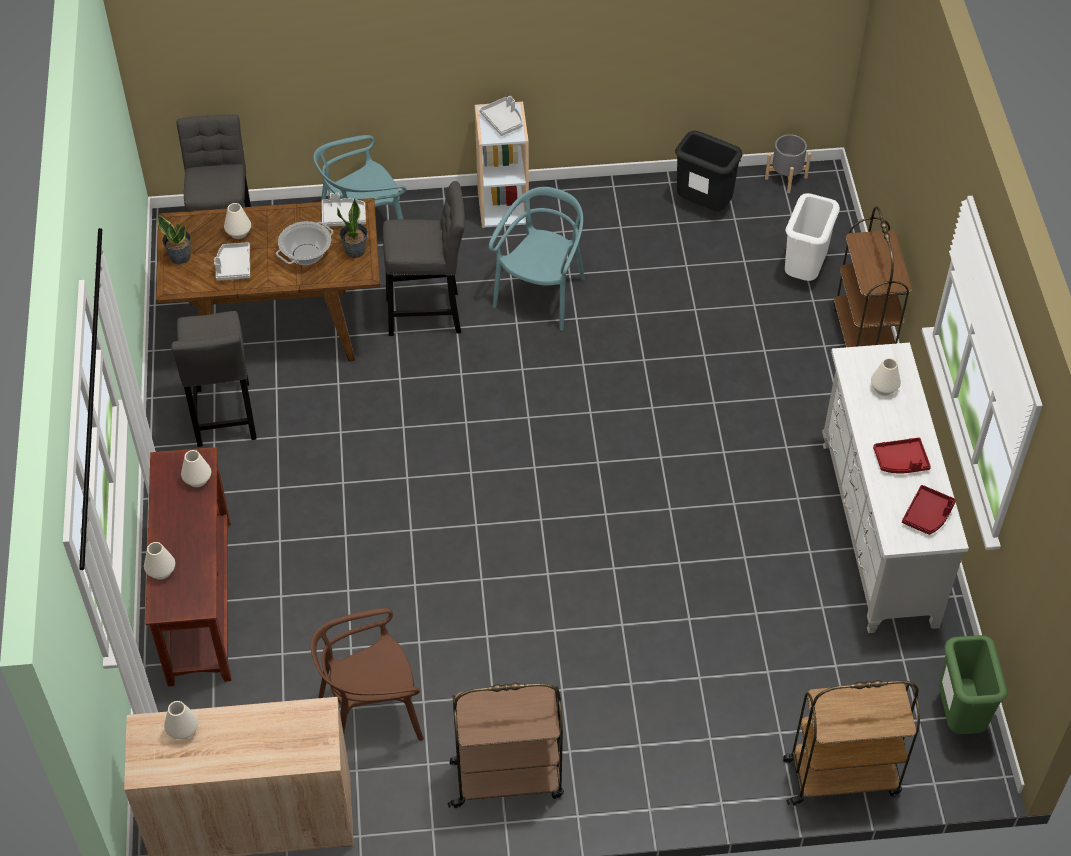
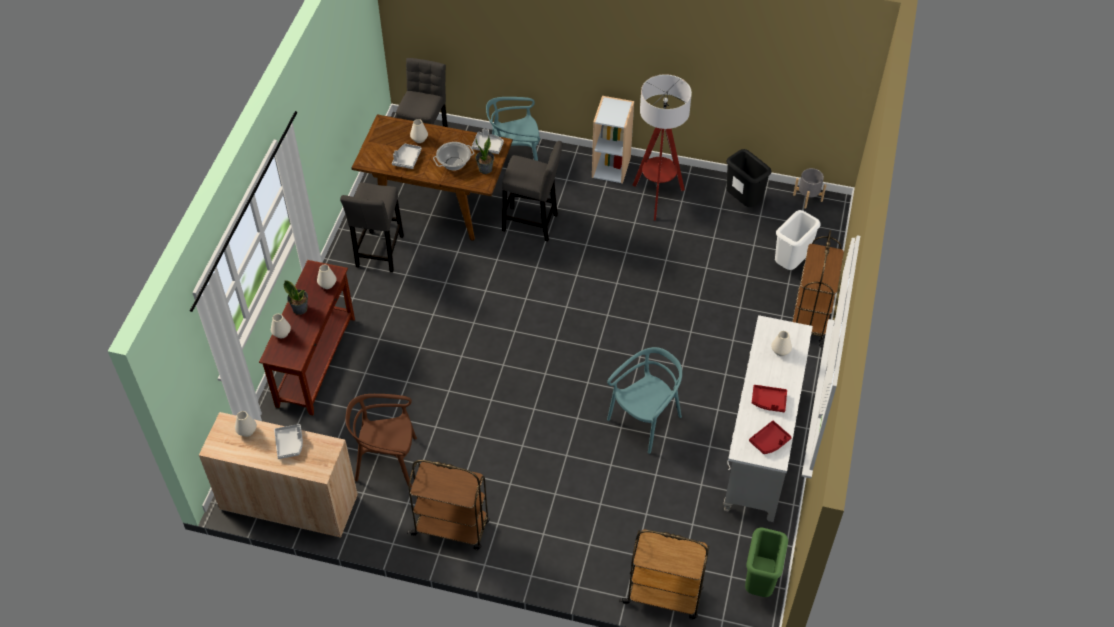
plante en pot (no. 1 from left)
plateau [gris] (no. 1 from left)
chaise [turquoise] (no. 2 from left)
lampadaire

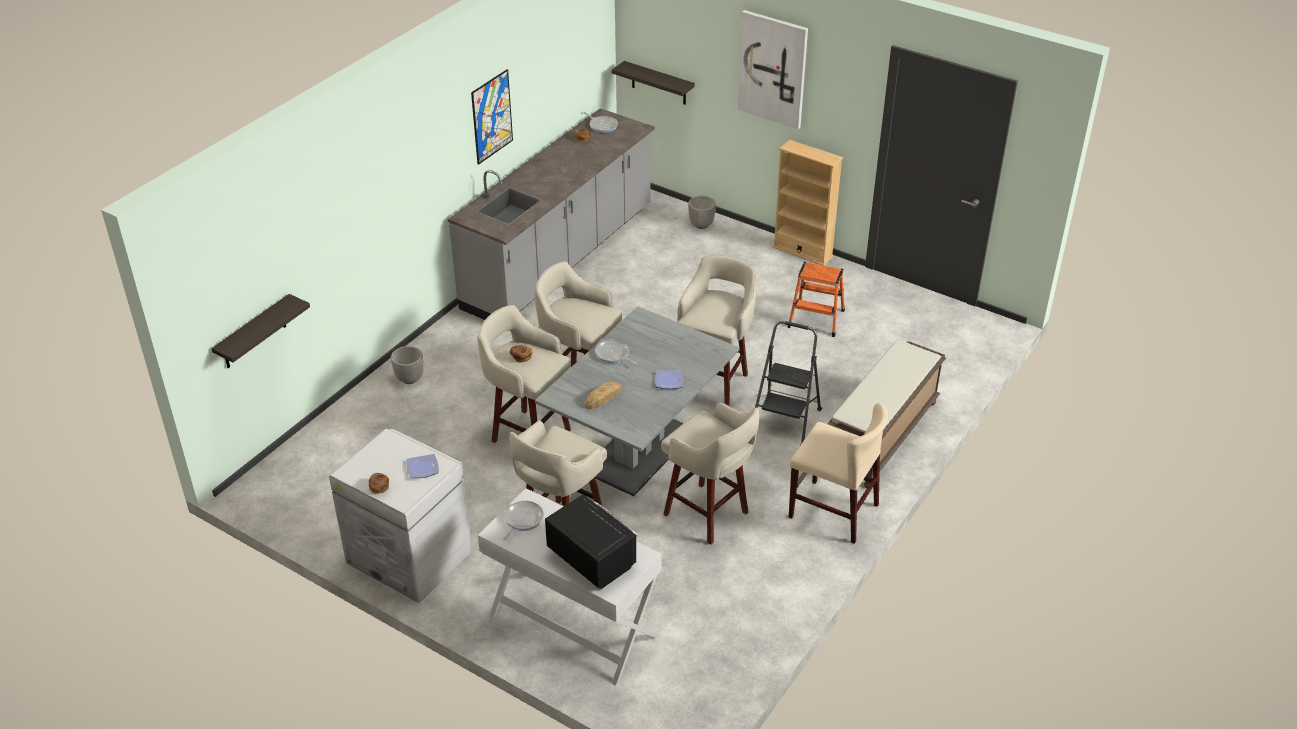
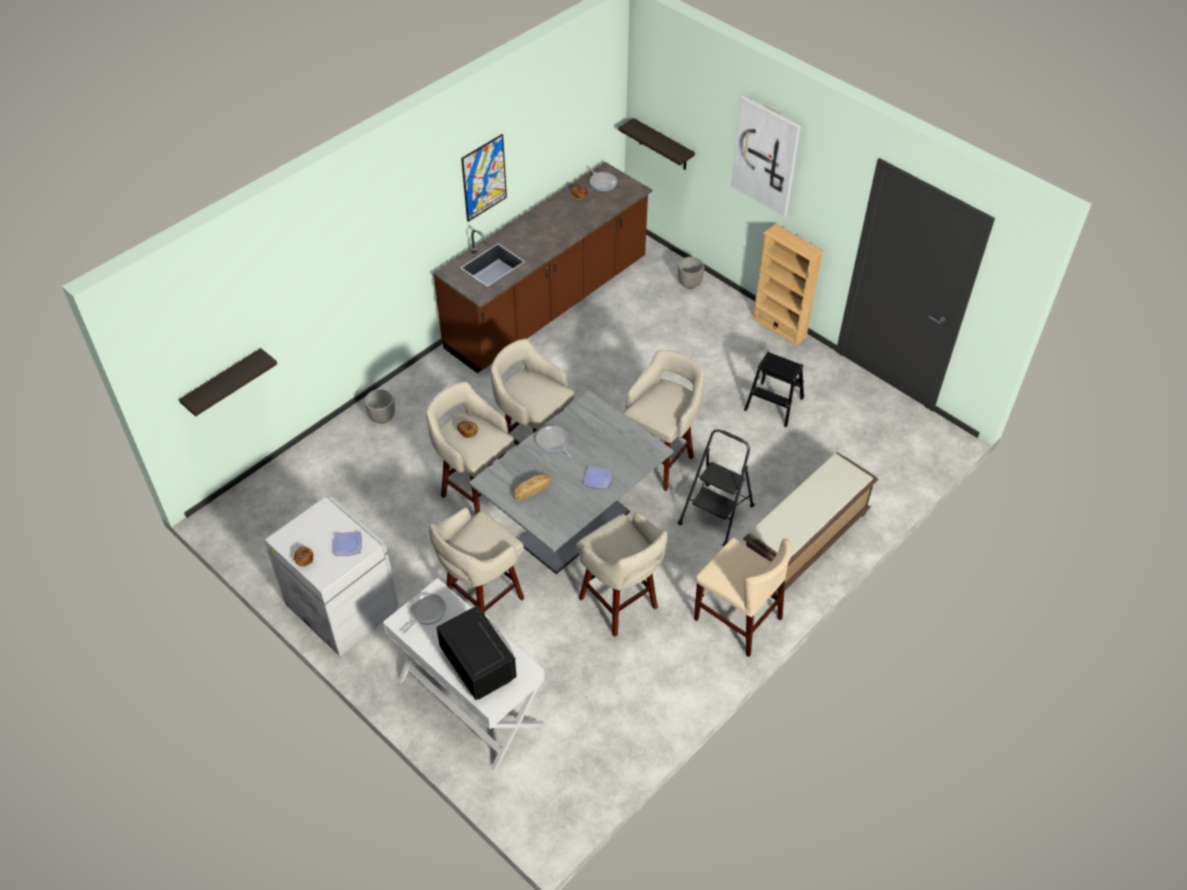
comptoir de cuisine [marron]
escabeau [noir] (no. 2 from left)

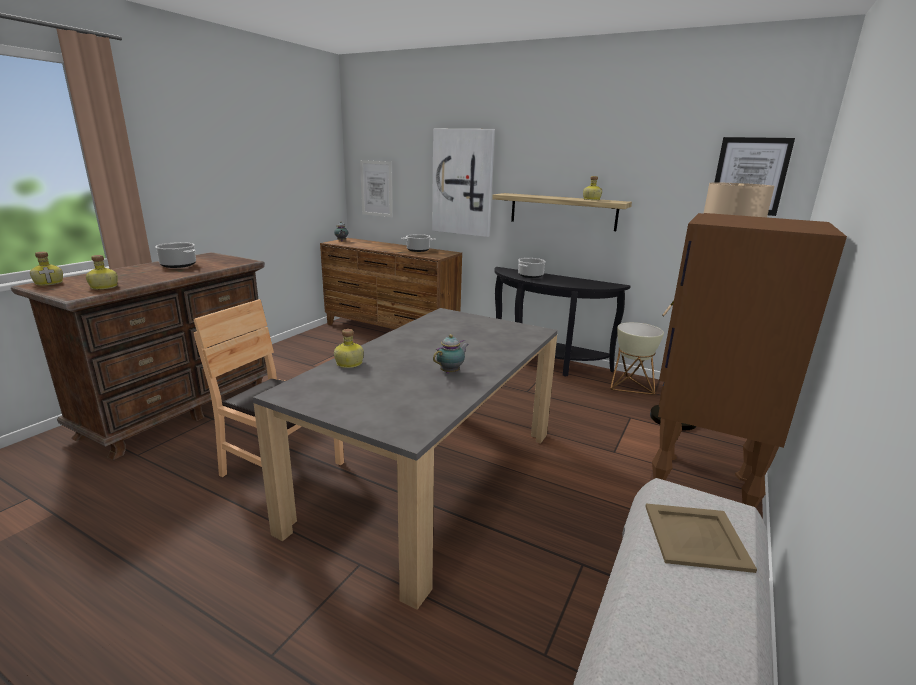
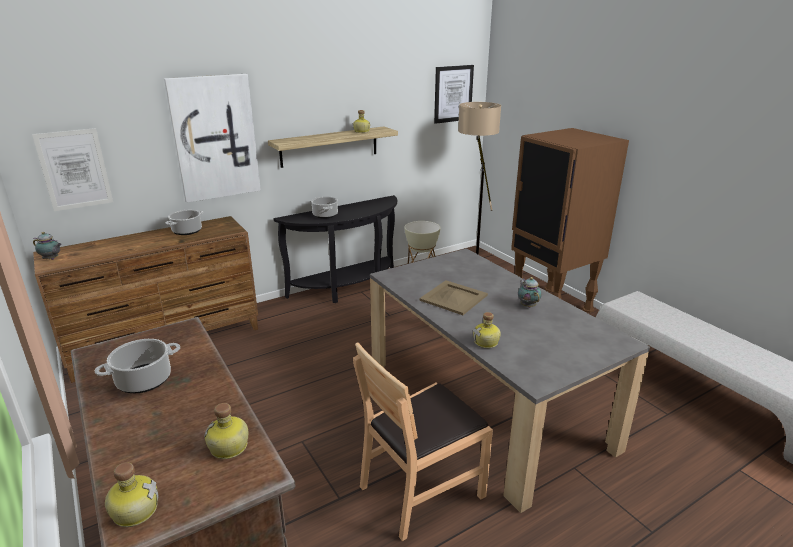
plateau [beige]

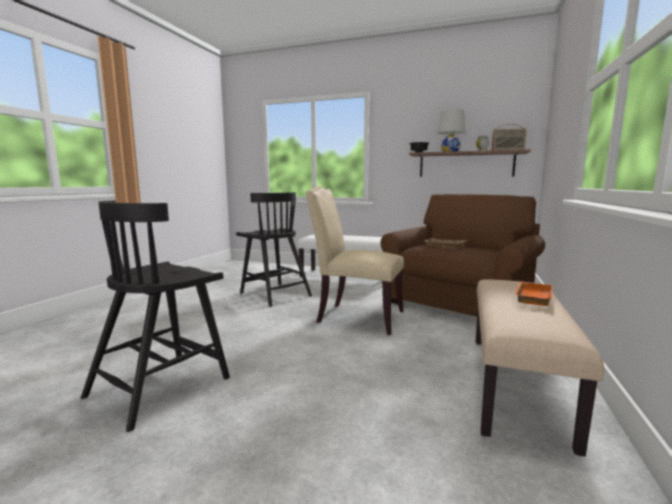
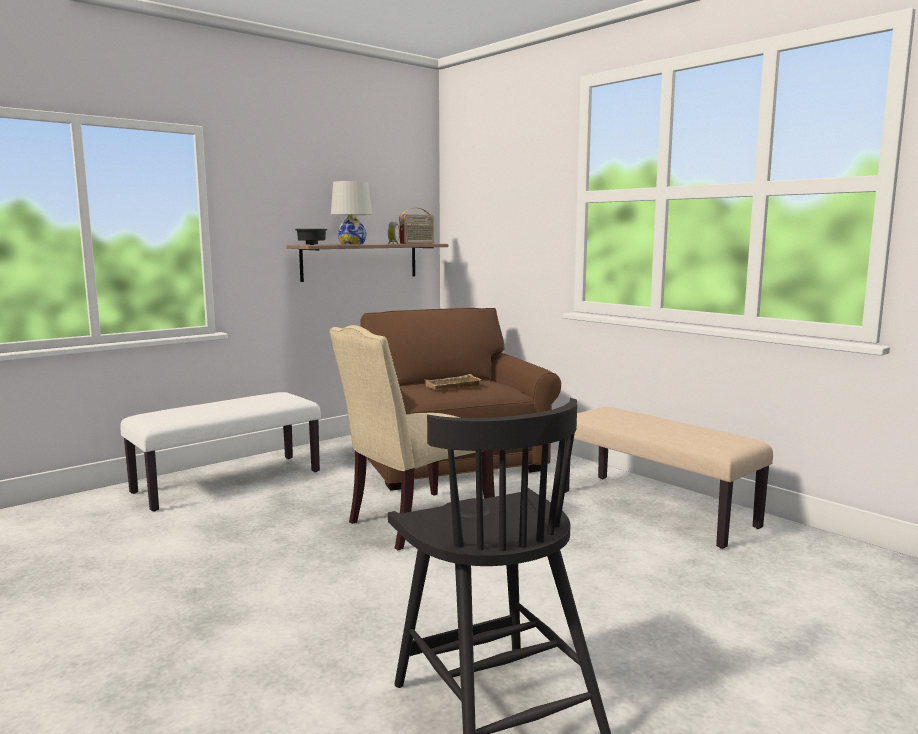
chaise [noir] (no. 2 from left in the first image)
plateau [orange]

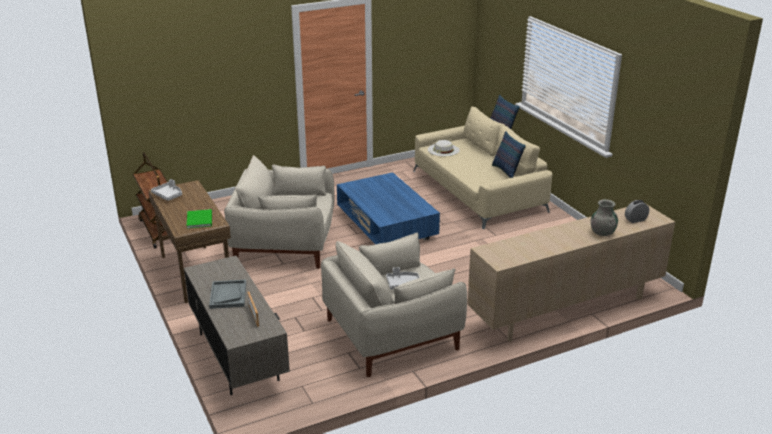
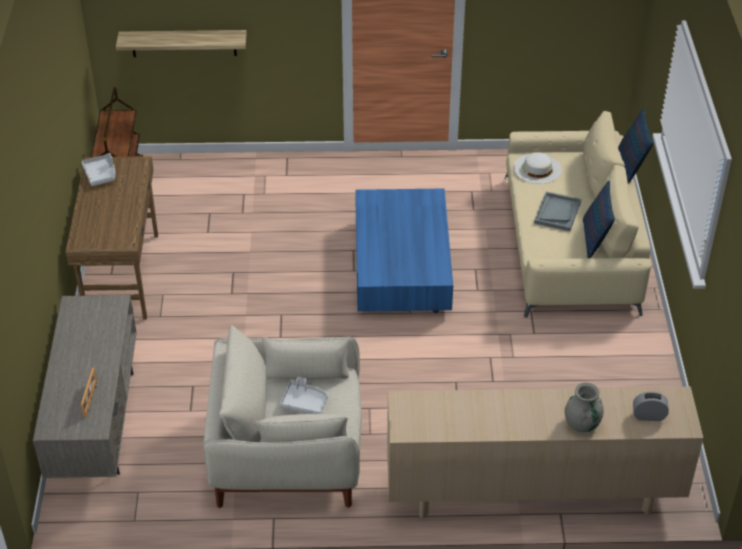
livre [vert]
plateau [gris] (no. 3 from left)
fauteuil [beige] (no. 1 from left in the first image)
étagère

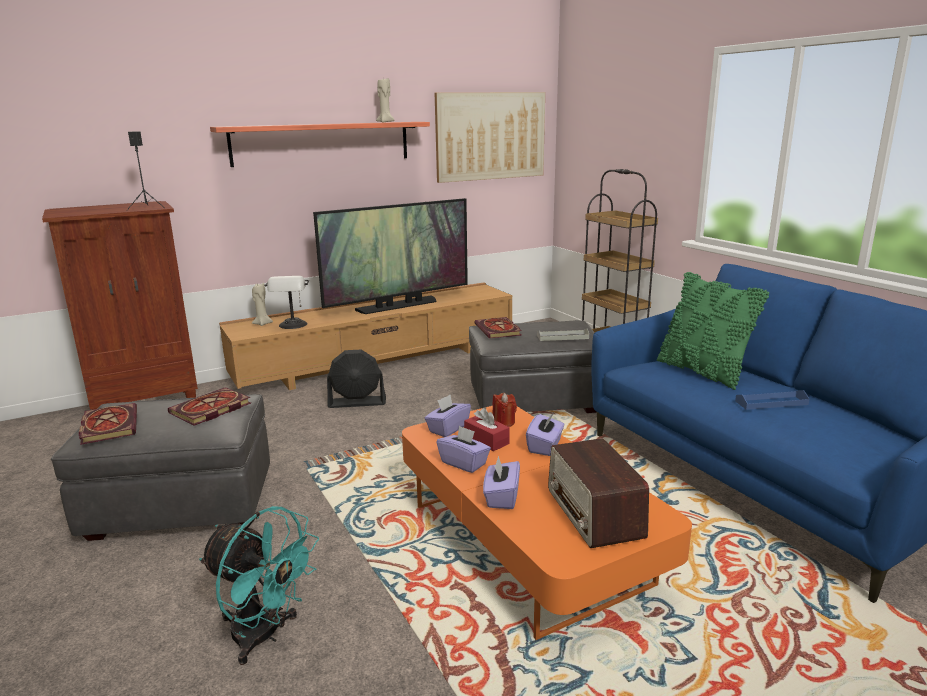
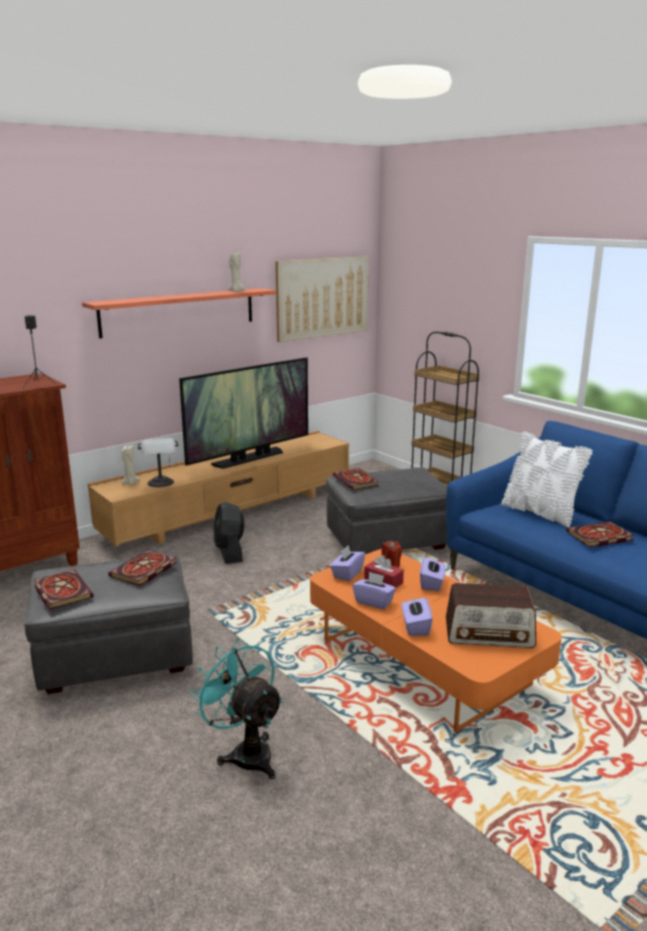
ventilateur [turquoise]
ventilateur [noir]
plateau [gris]
radio
coussin [blanc]
livre (no. 4 from left)

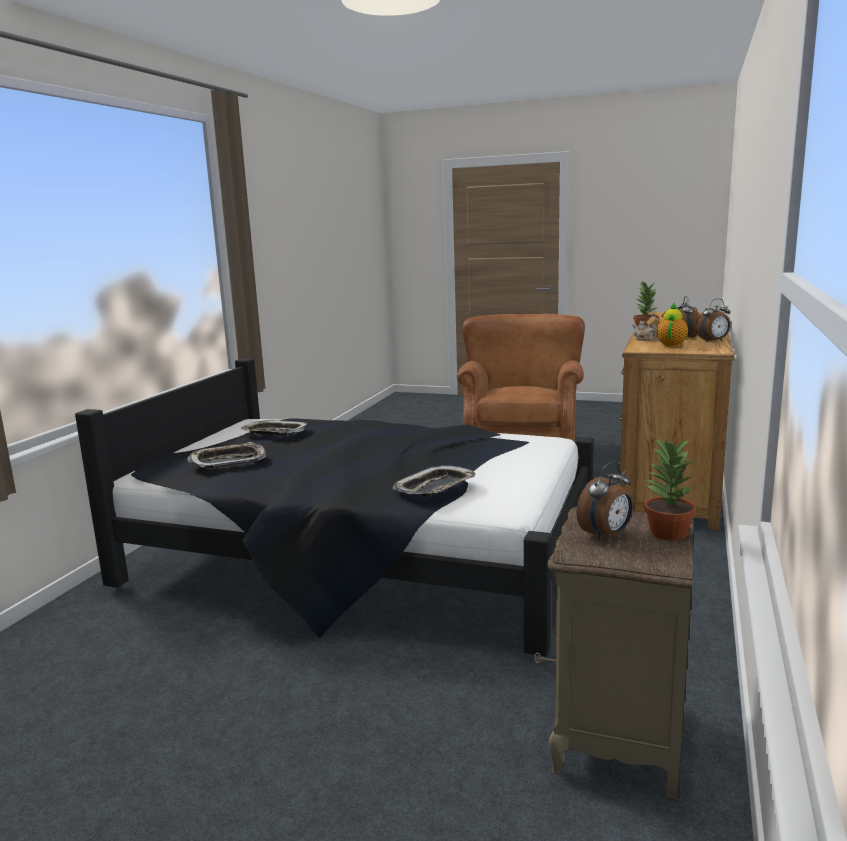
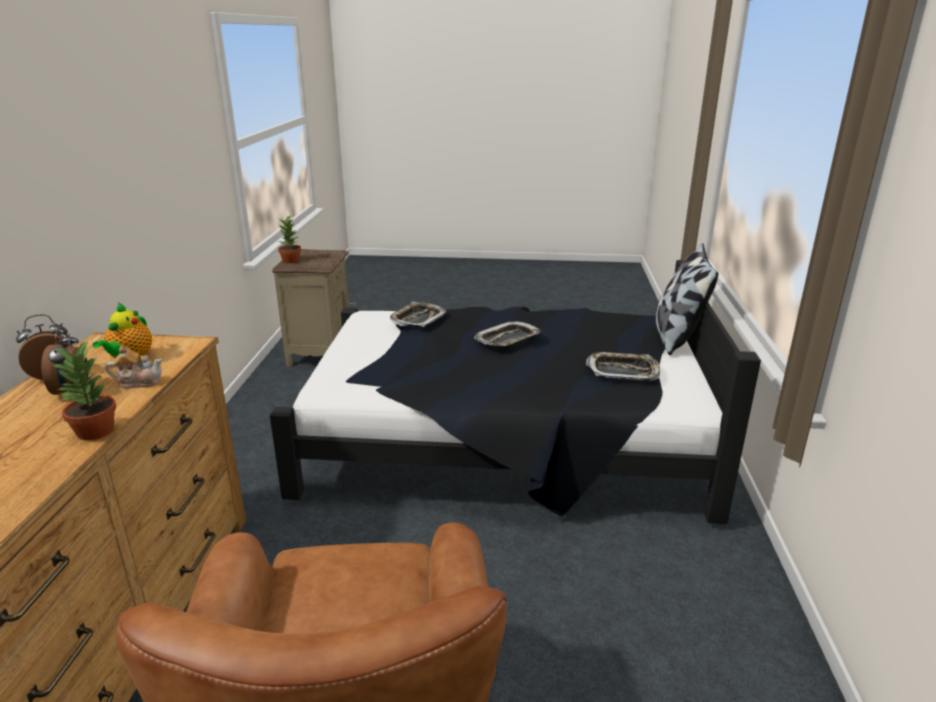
plateau (no. 2 from left)
réveil (no. 1 from left in the first image)
coussin

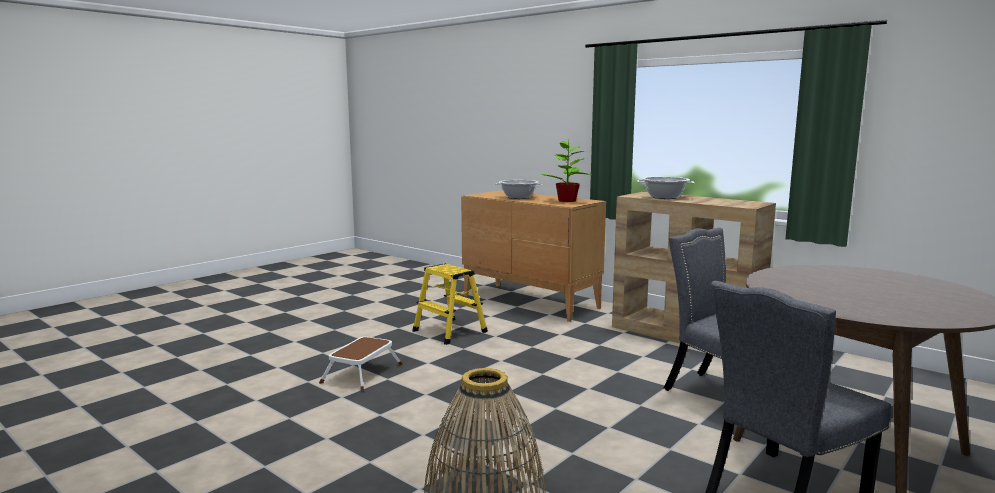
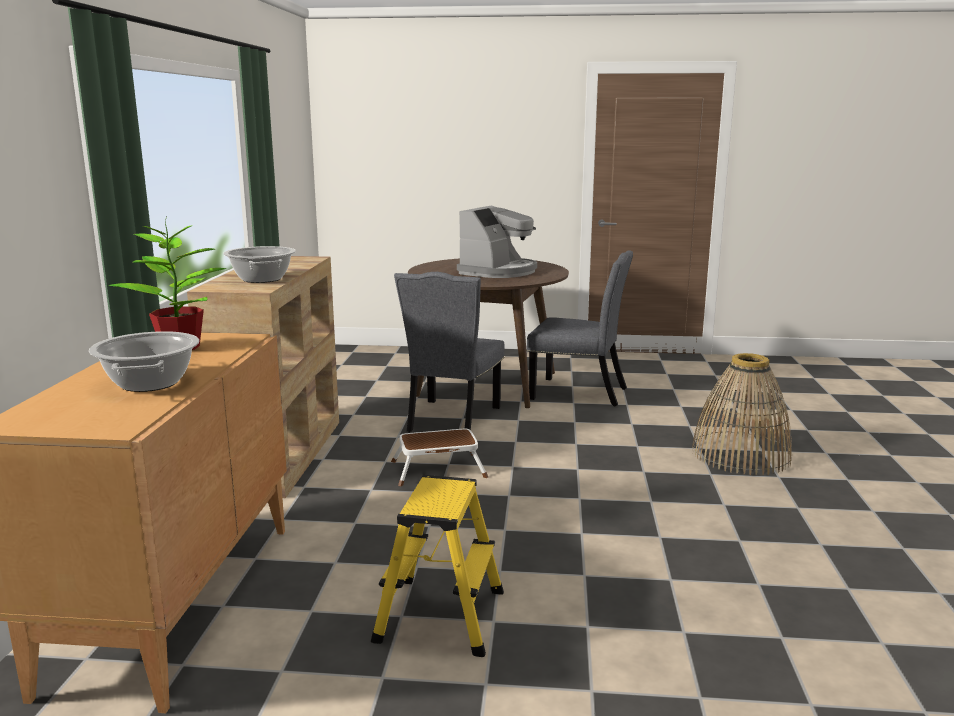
escabeau [marron]
machine à café

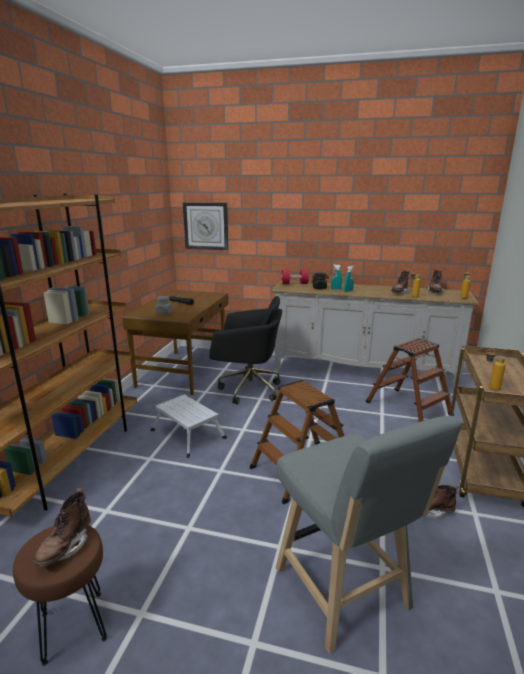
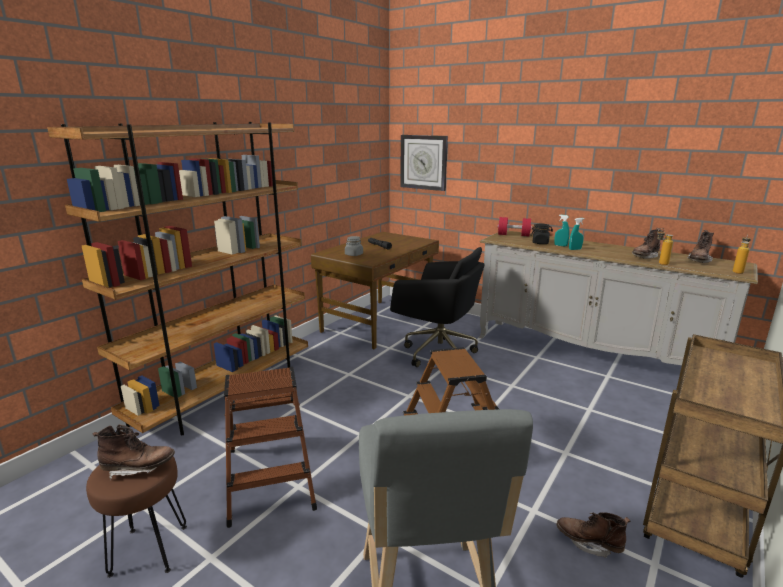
botte [marron] (no. 1 from left)
escabeau [blanc]
escabeau [marron] (no. 1 from left)
bouteille (no. 3 from left in the first image)

